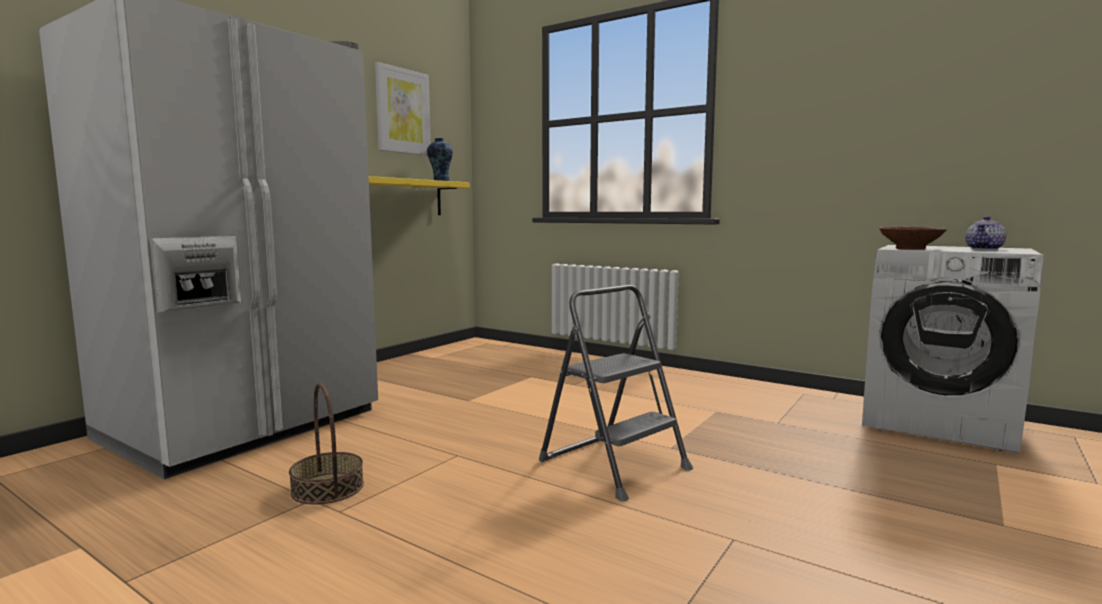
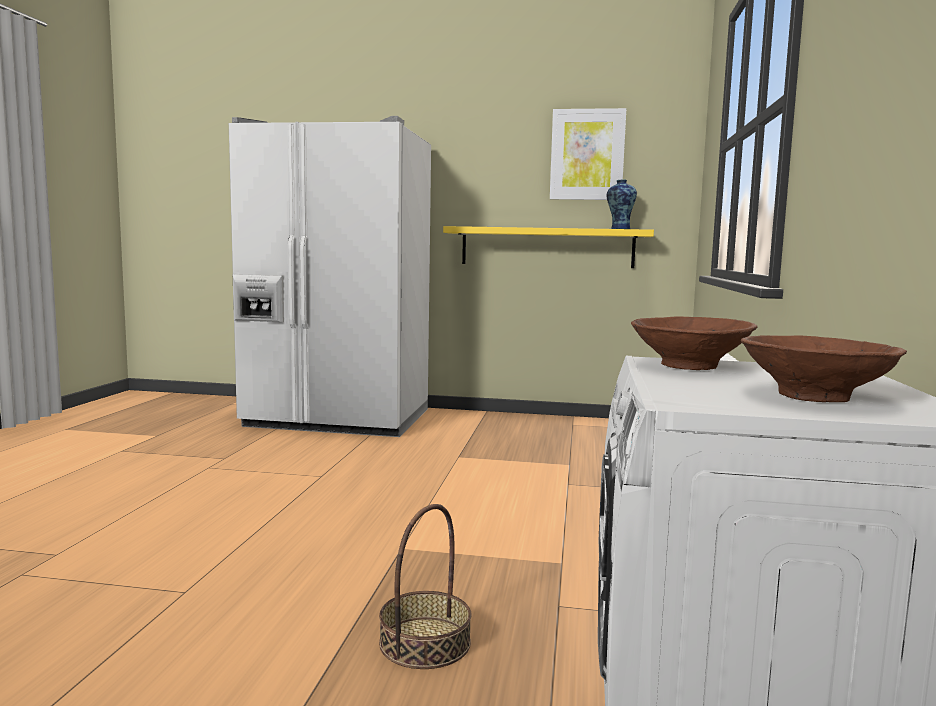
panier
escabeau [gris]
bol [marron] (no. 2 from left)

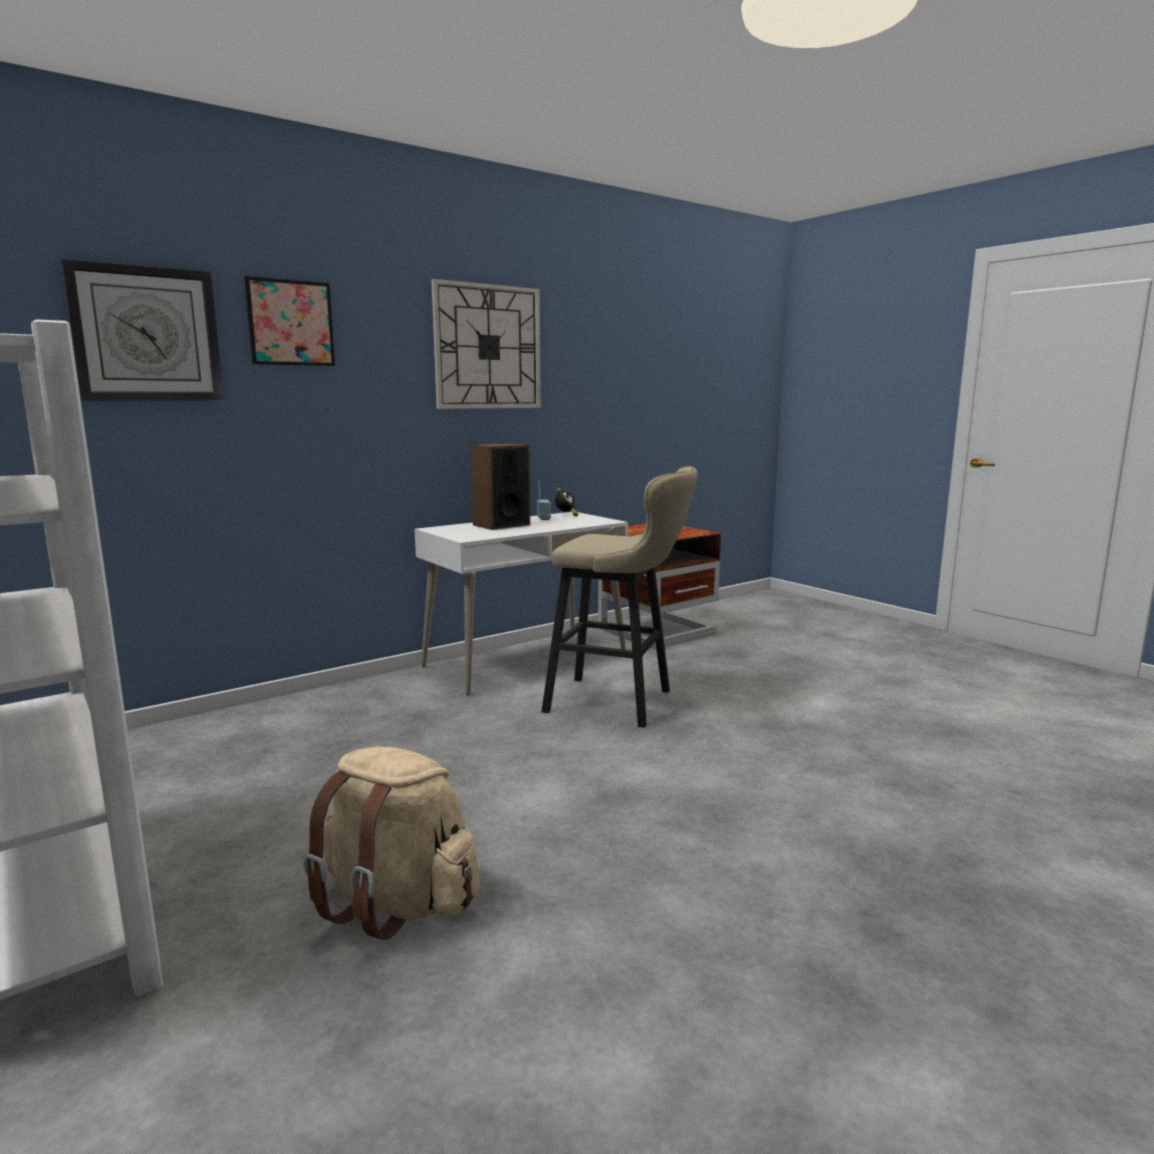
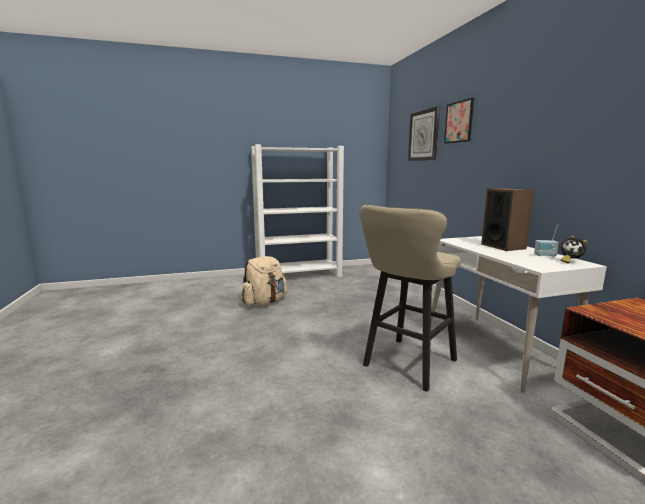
horloge murale (no. 2 from left in the first image)

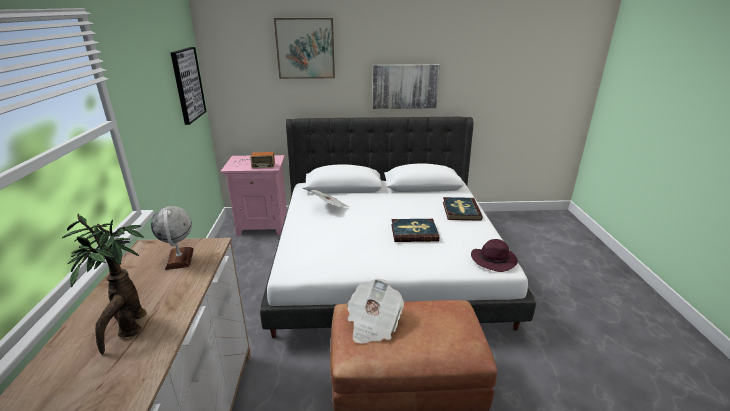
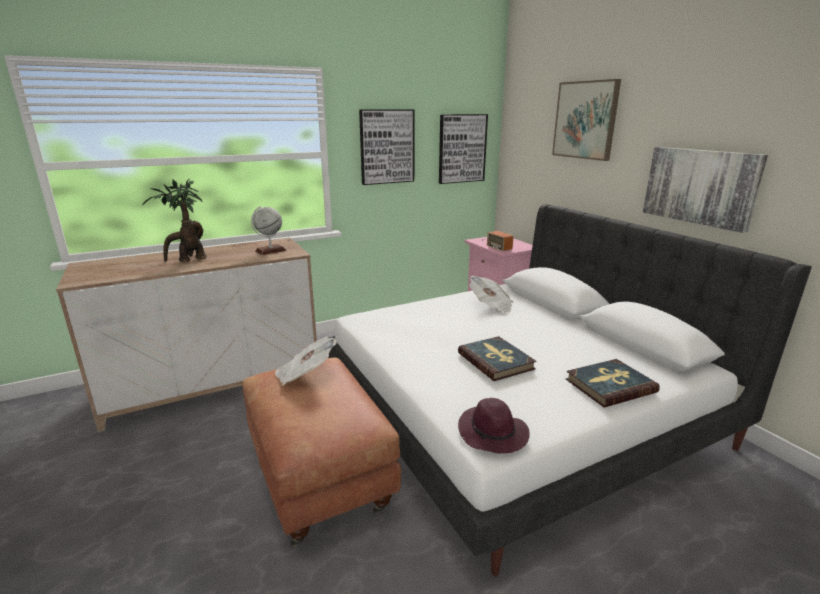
tableau (no. 1 from left)

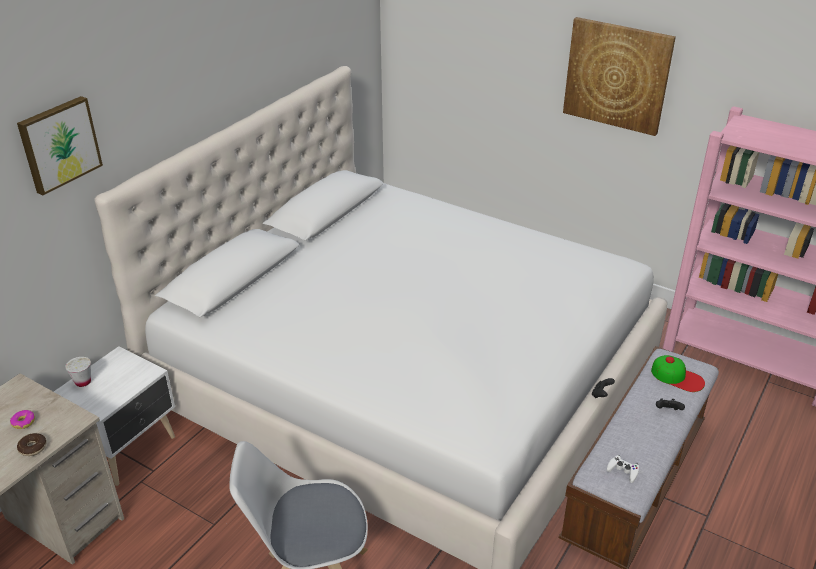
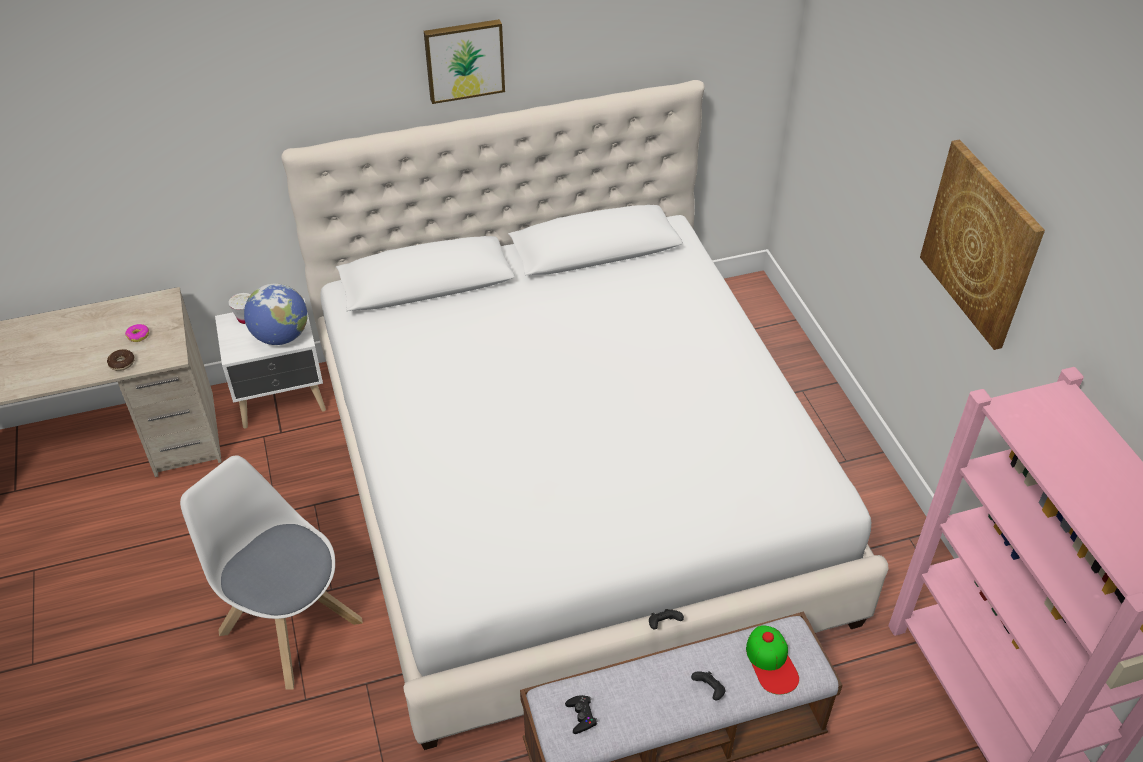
tableau (no. 1 from left)
manette [noir] (no. 1 from left)
globe

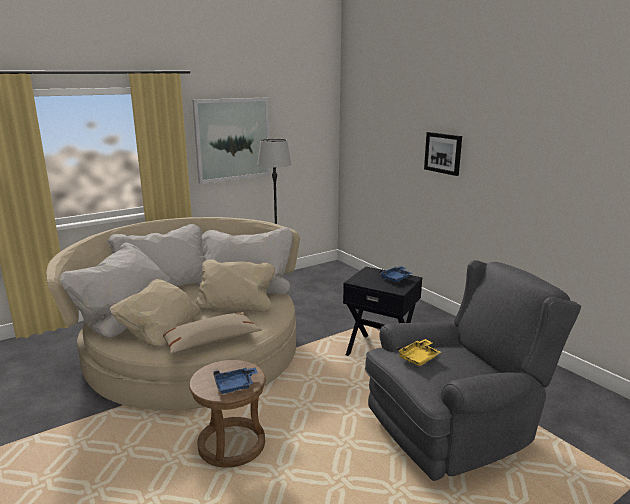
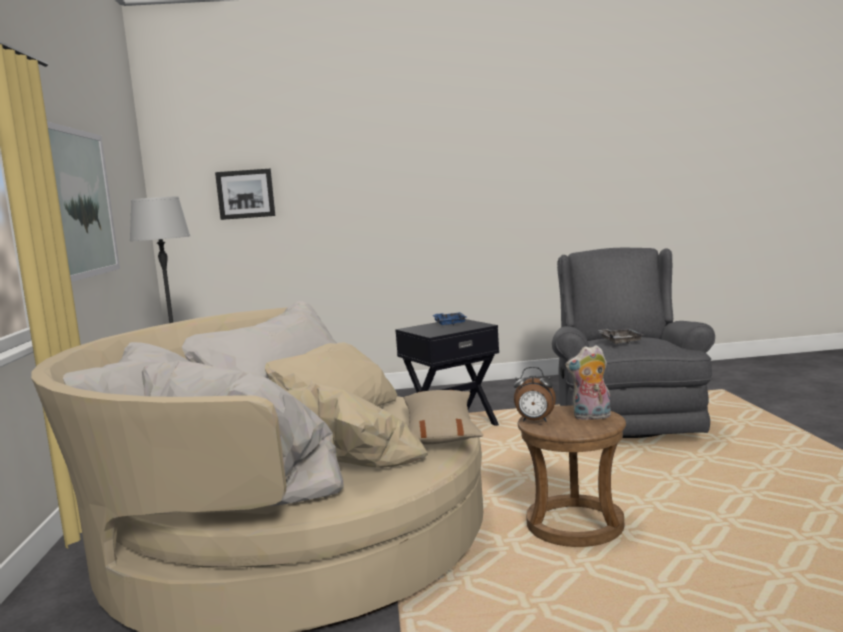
peluche
plateau [gris]
tableau (no. 2 from left)
réveil

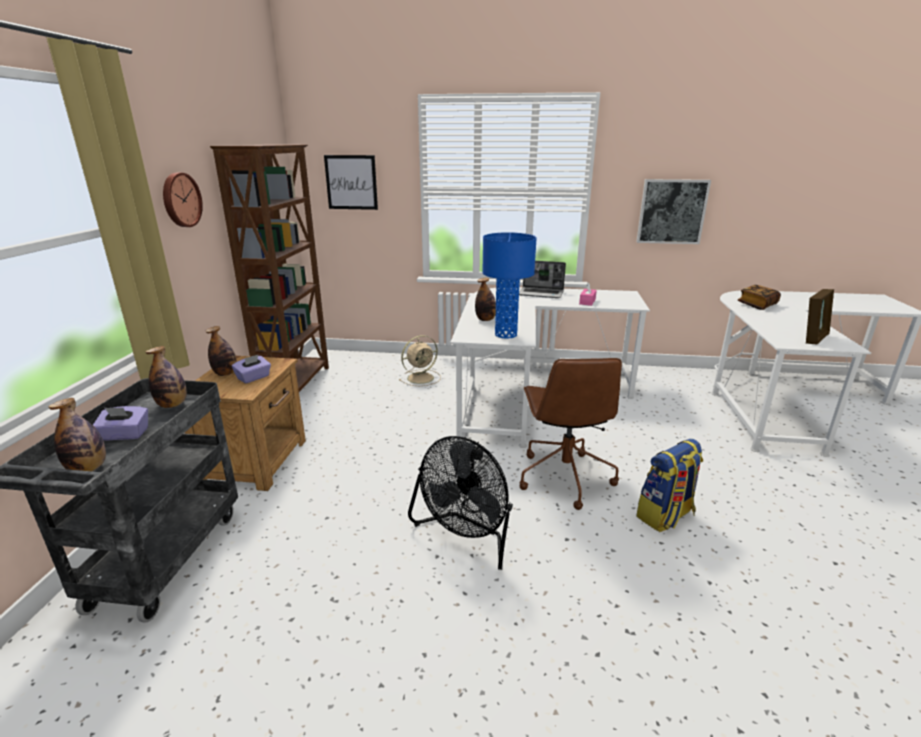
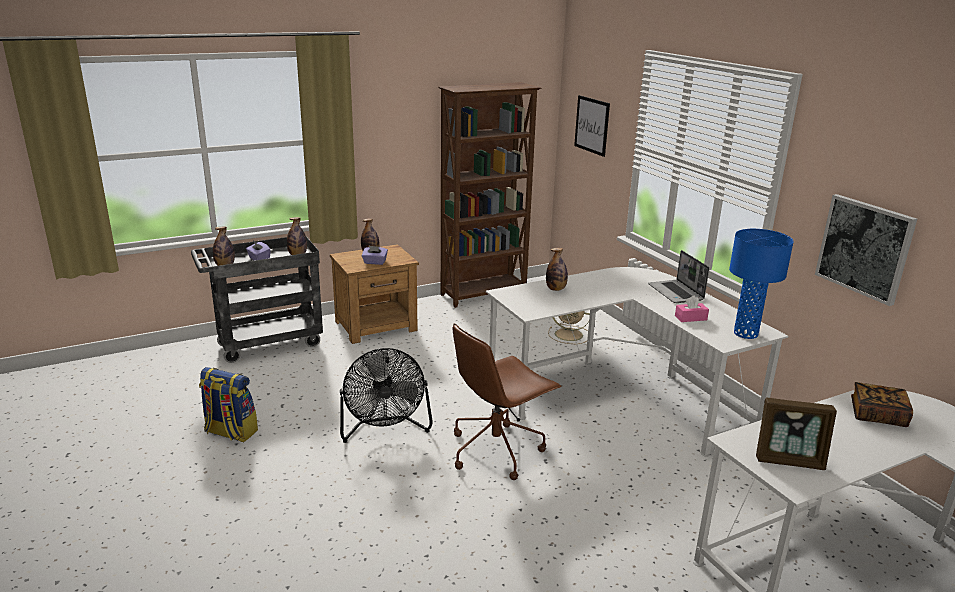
horloge murale
ventilateur [noir]
lampe de table [bleu]
sac à dos

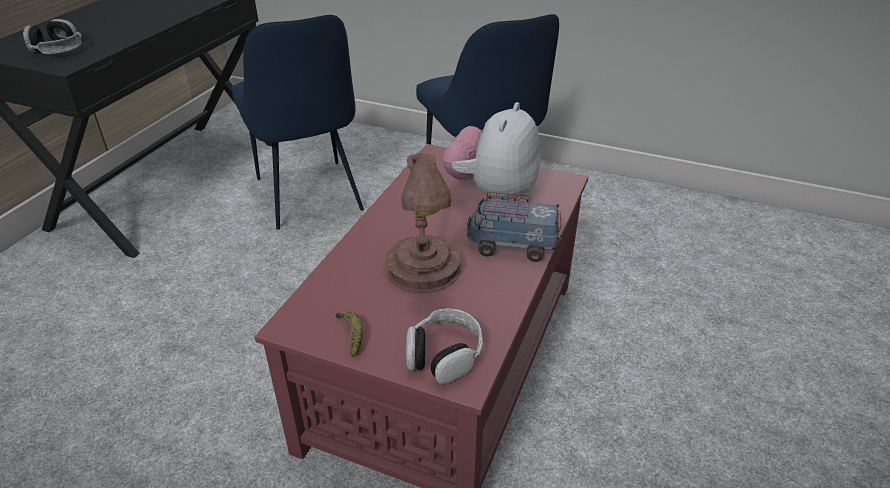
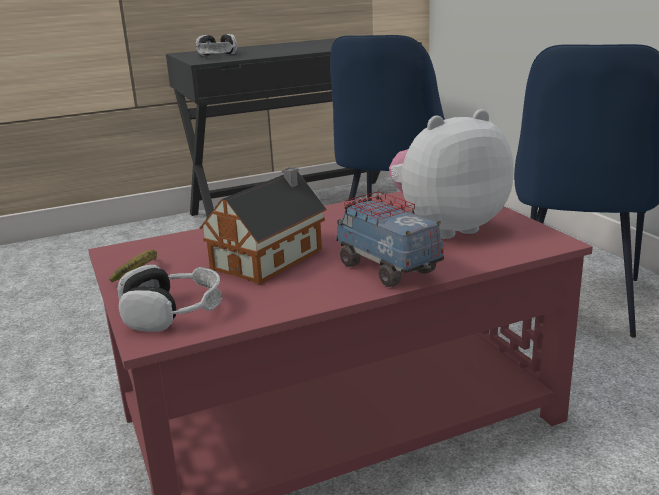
maison miniature

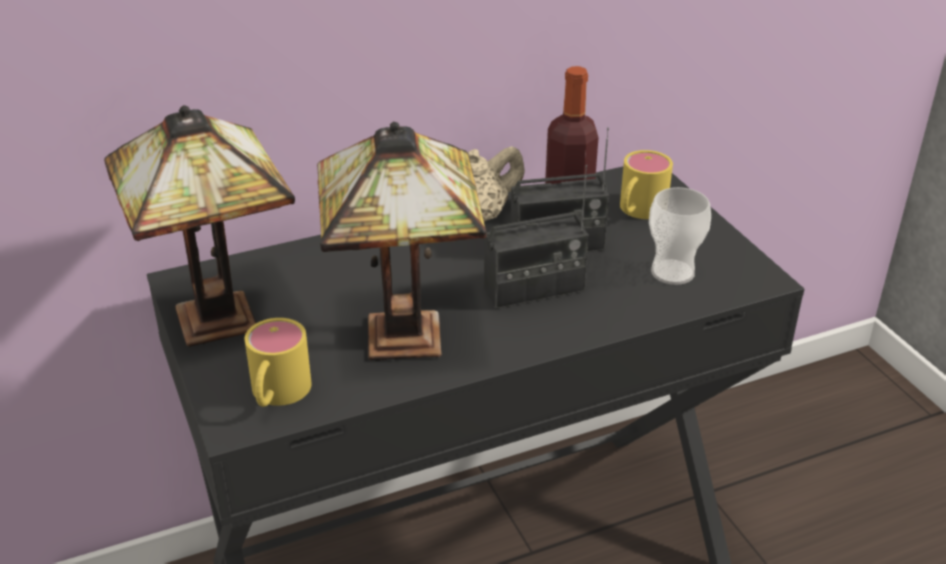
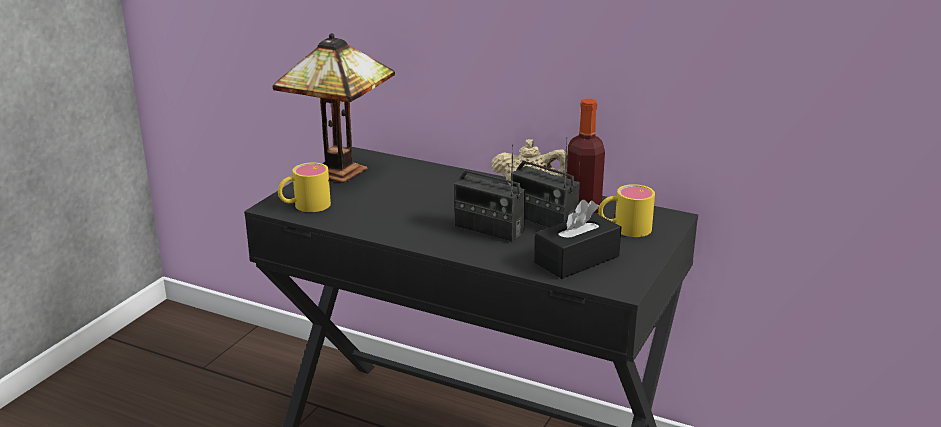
lampe de table (no. 2 from left in the first image)
boîte à mouchoirs [noir]

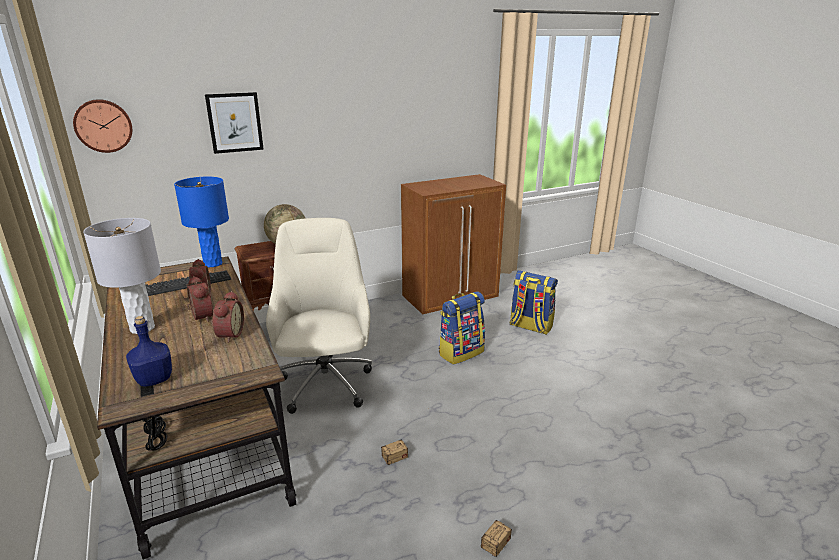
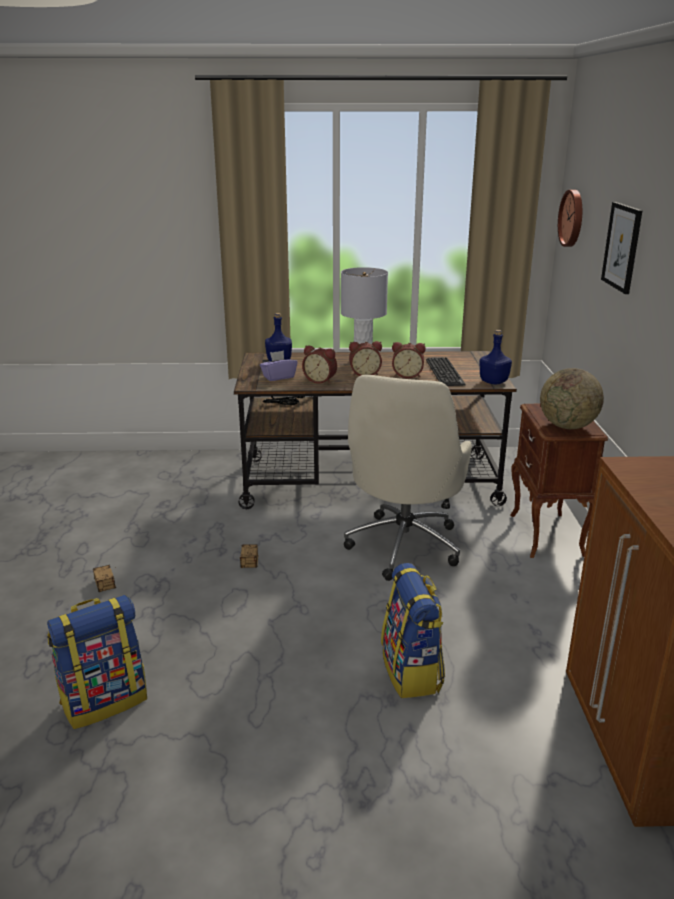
bouteille [bleu] (no. 2 from left)
chaise de bureau [beige]
sac à dos (no. 1 from left)
boîte à mouchoirs [violet]

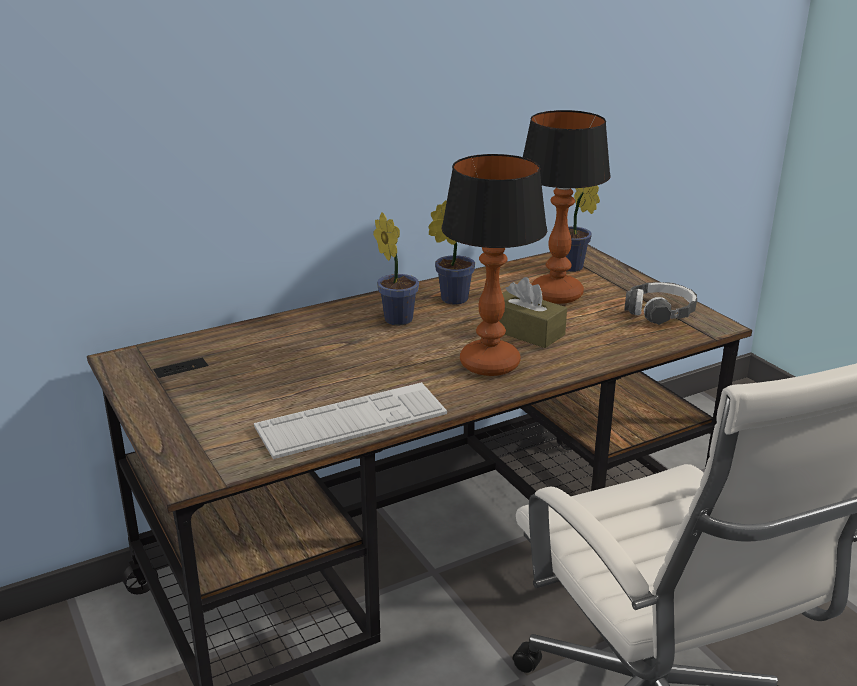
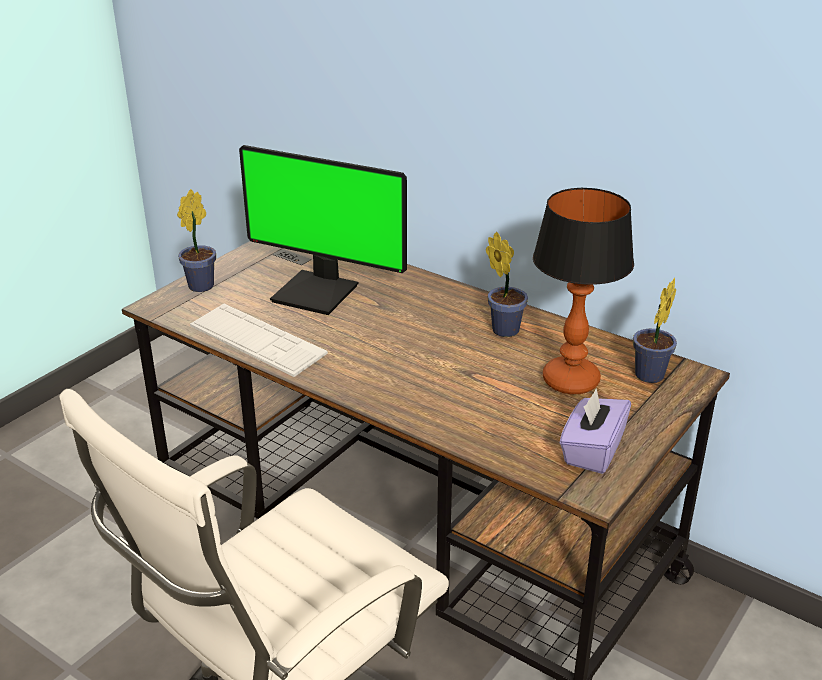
plante en pot (no. 1 from left)
lampe de table (no. 1 from left in the first image)
boîte à mouchoirs [marron]
boîte à mouchoirs [violet]
écran d'ordinateur

